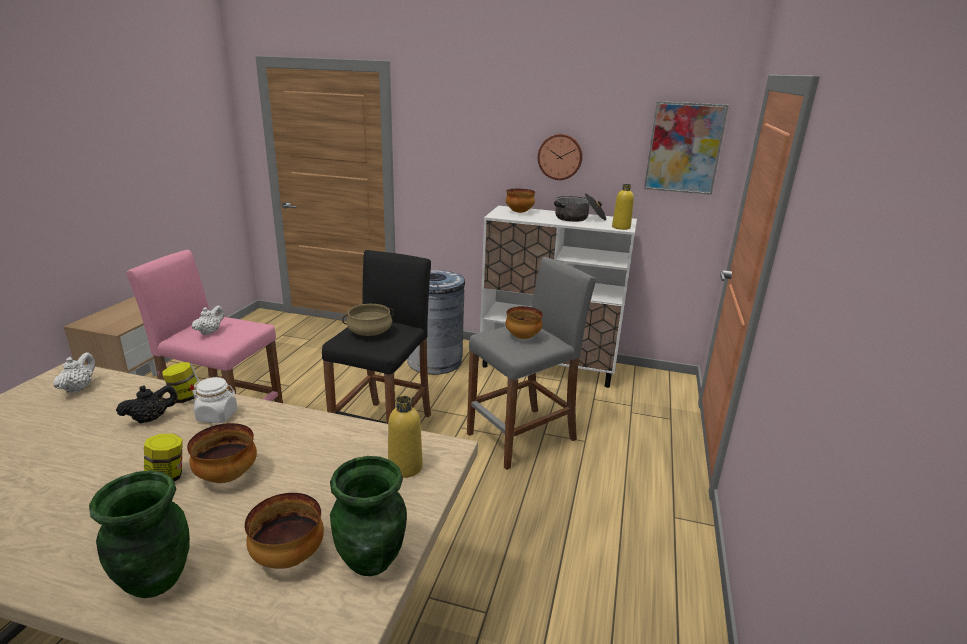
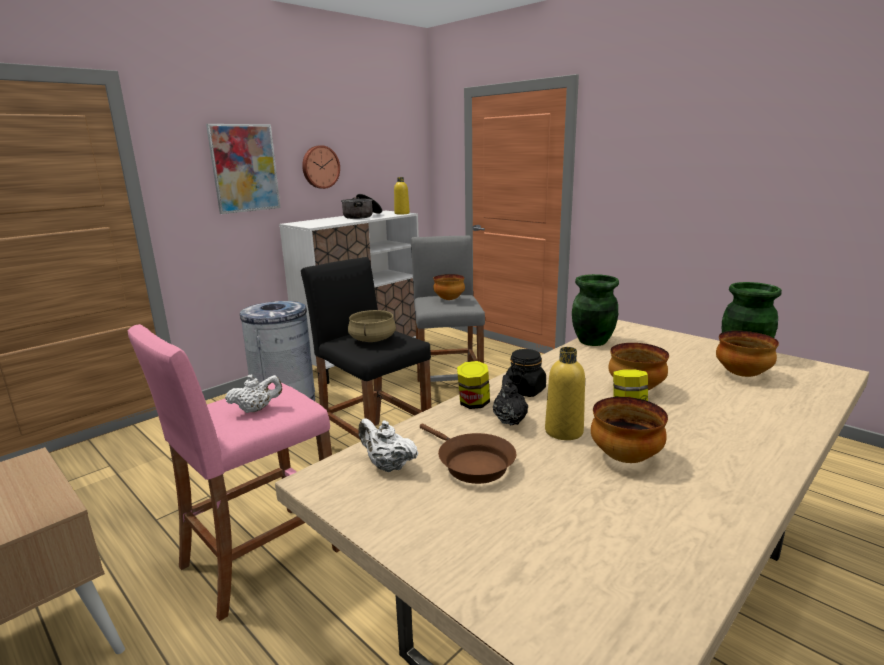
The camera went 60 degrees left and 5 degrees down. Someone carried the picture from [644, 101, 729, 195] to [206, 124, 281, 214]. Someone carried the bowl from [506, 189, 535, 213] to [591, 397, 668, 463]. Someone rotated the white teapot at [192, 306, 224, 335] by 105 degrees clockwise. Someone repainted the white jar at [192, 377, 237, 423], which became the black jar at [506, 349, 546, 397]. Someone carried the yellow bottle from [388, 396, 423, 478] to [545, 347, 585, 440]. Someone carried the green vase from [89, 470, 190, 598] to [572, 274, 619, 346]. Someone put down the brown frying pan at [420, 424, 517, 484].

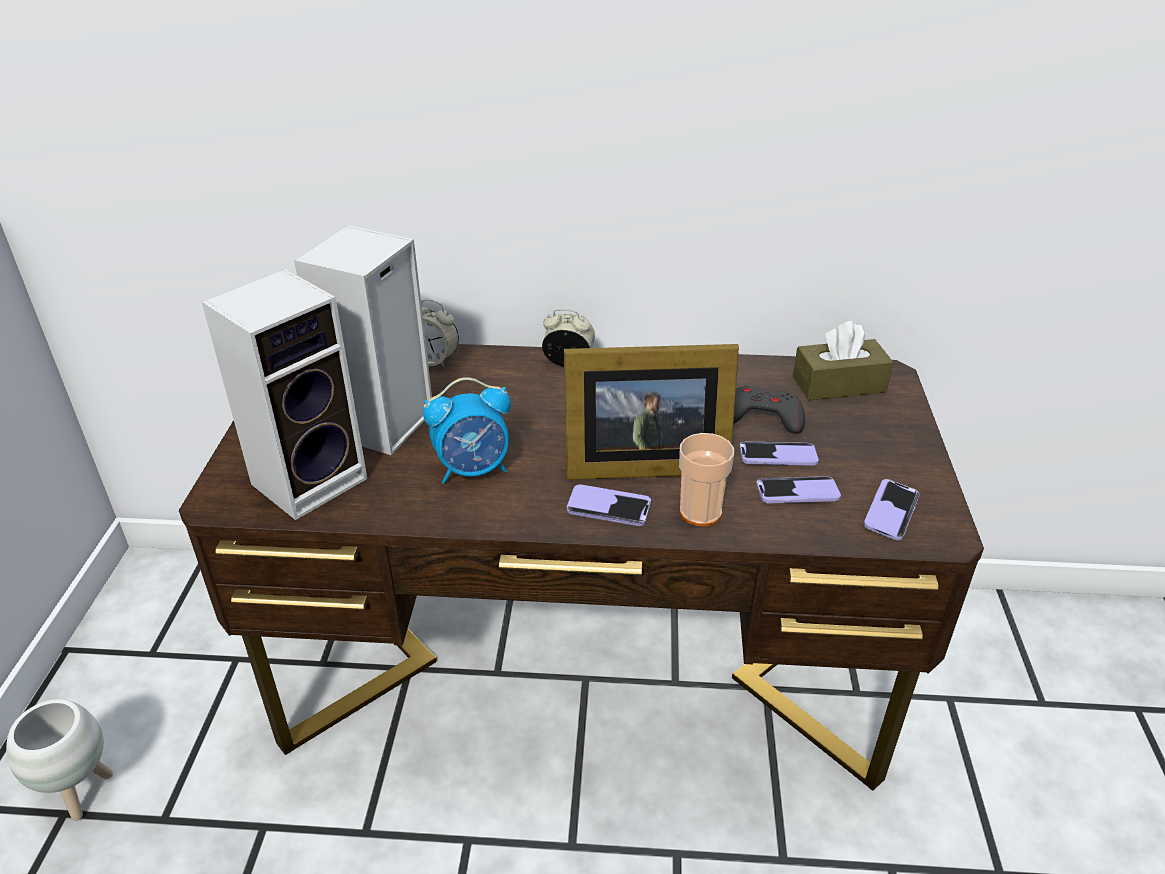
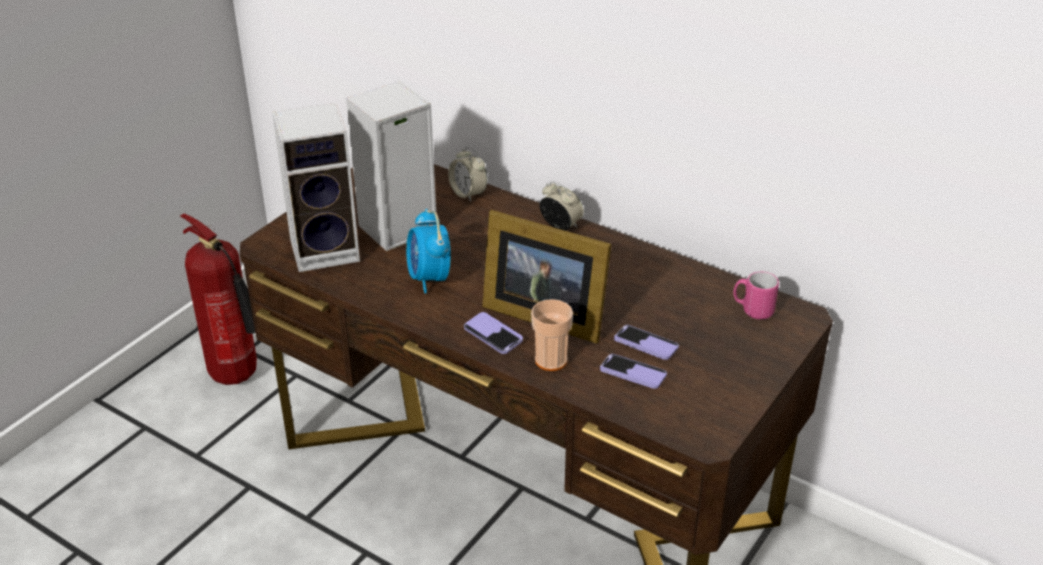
The camera went 30 degrees right and 0 degrees up. Someone swapped the brown tissue box at [793, 321, 894, 401] for the pink mug at [733, 271, 779, 319]. Someone rotated the alarm clock at [423, 377, 511, 484] by 60 degrees clockwise. Someone took away the grey game controller at [734, 385, 805, 434]. Someone took away the phone at [864, 479, 920, 540]. Someone took away the white planter at [6, 699, 113, 821]. Someone put down the fire extinguisher at [180, 214, 257, 385].

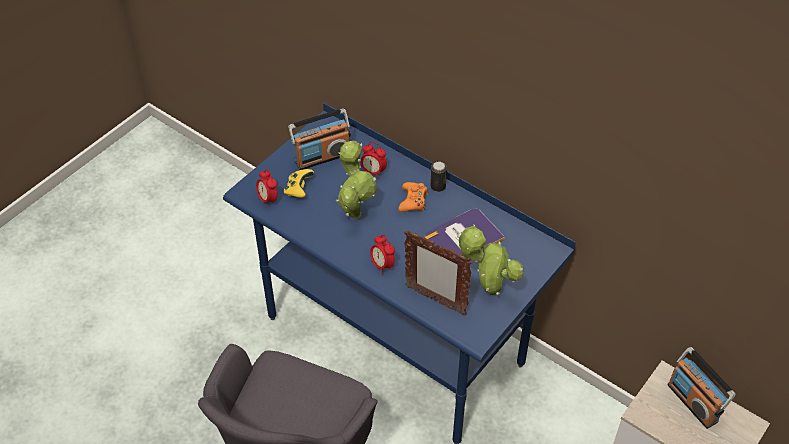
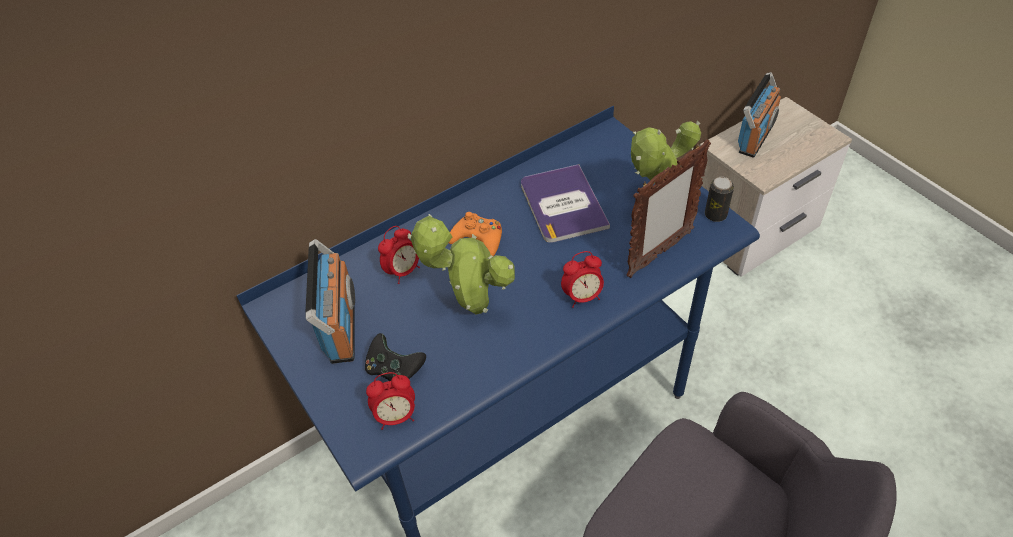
The camera went 70 degrees left and 0 degrees up. Someone carried the can from [430, 161, 447, 192] to [705, 177, 734, 222]. Someone repainted the yellow game controller at [284, 169, 314, 198], which became the black game controller at [365, 333, 426, 381]. Someone rotated the radio at [667, 347, 736, 429] by 45 degrees counterclockwise.

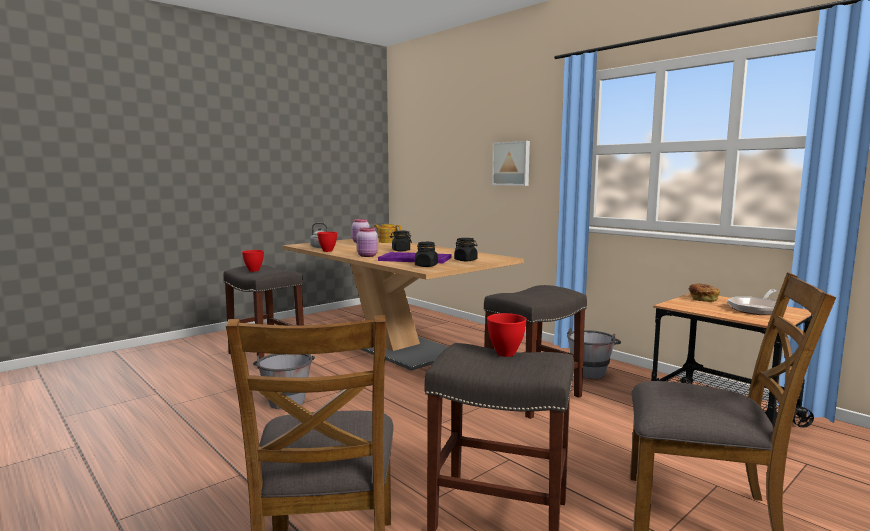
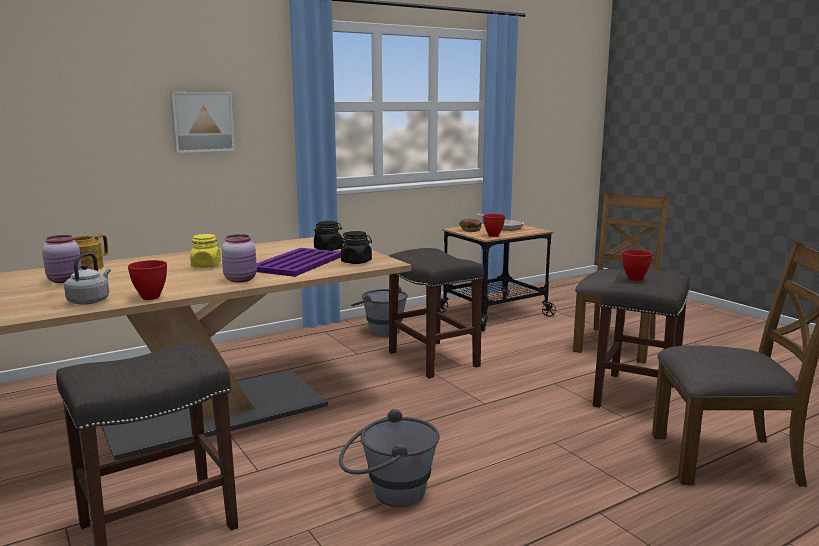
The camera went 80 degrees left and 5 degrees up. Someone repainted the black jar at [390, 231, 412, 251], which became the yellow jar at [190, 234, 221, 268]. Someone carried the red bowl from [242, 250, 264, 272] to [483, 214, 505, 237].

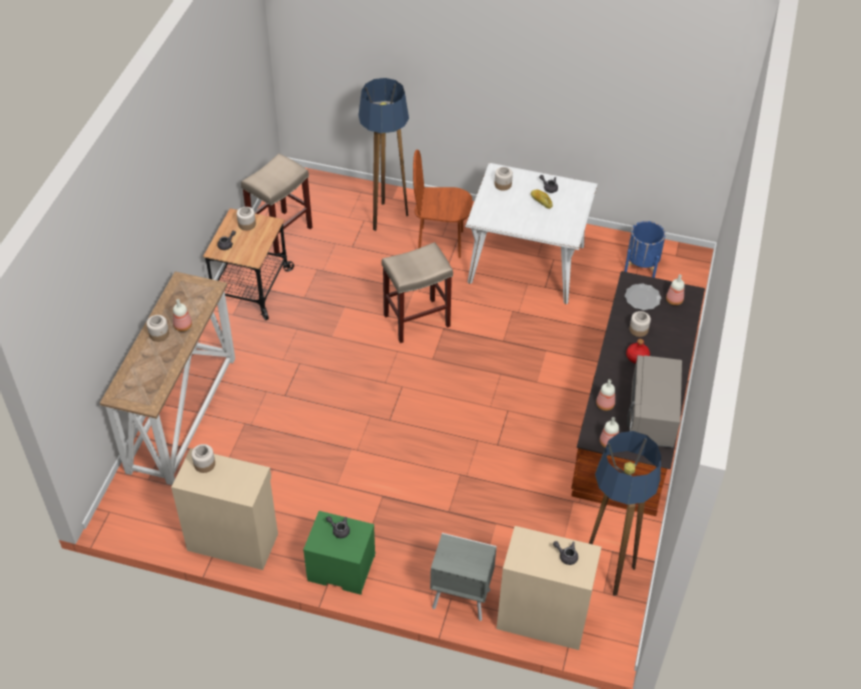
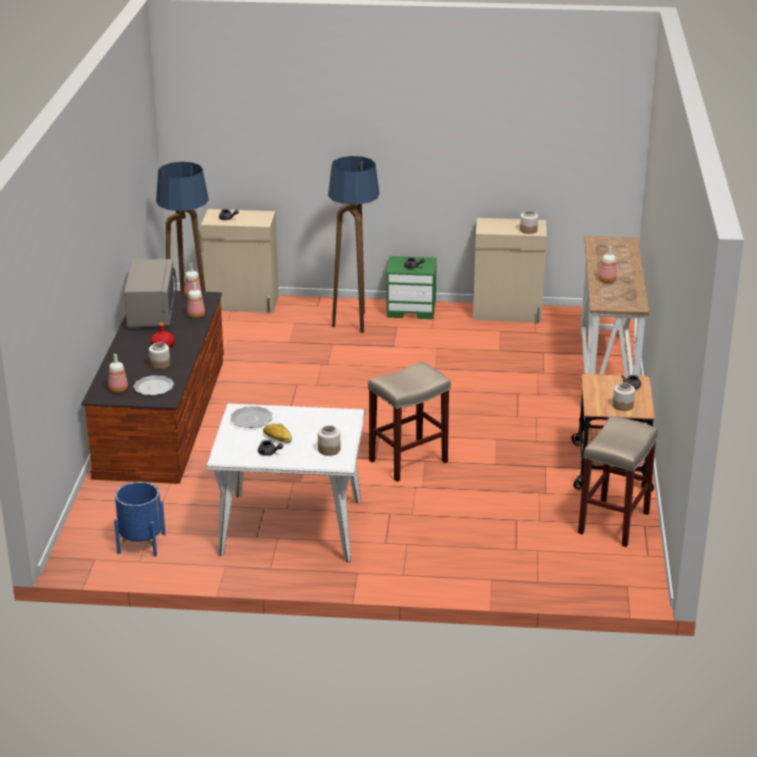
The camera went 170 degrees right and 20 degrees down. Someone carried the floor lamp from [358, 78, 409, 231] to [328, 156, 380, 333]. Someone took away the brown chair at [413, 150, 473, 258]. Someone took away the jar at [146, 315, 169, 342]. Someone took away the grey nightstand at [430, 533, 497, 621]. Someone put down the plate at [230, 406, 272, 428].

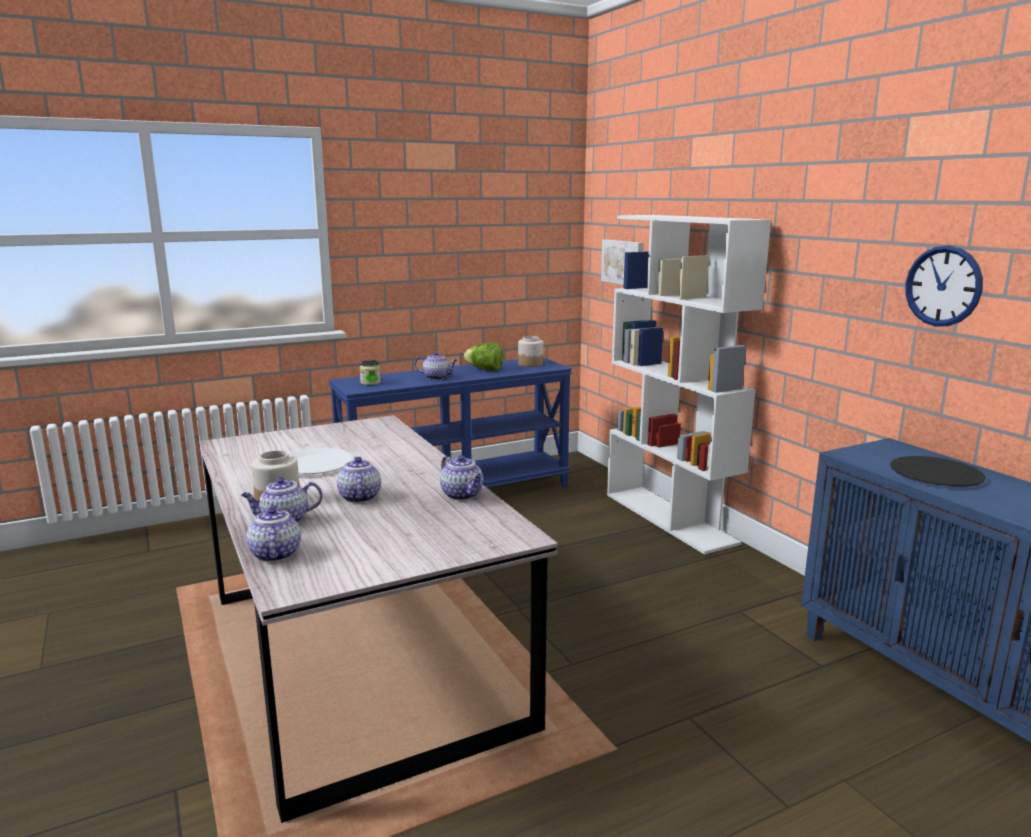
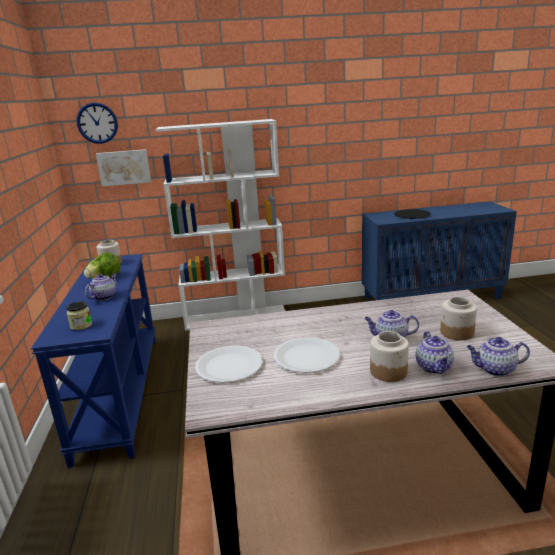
The camera went 70 degrees left and 5 degrees up. Someone carried the wall clock from [905, 245, 983, 326] to [76, 103, 118, 144]. Someone took away the teapot at [440, 455, 483, 500]. Someone put down the jar at [440, 297, 477, 340]. Someone put down the white plate at [195, 346, 263, 383].

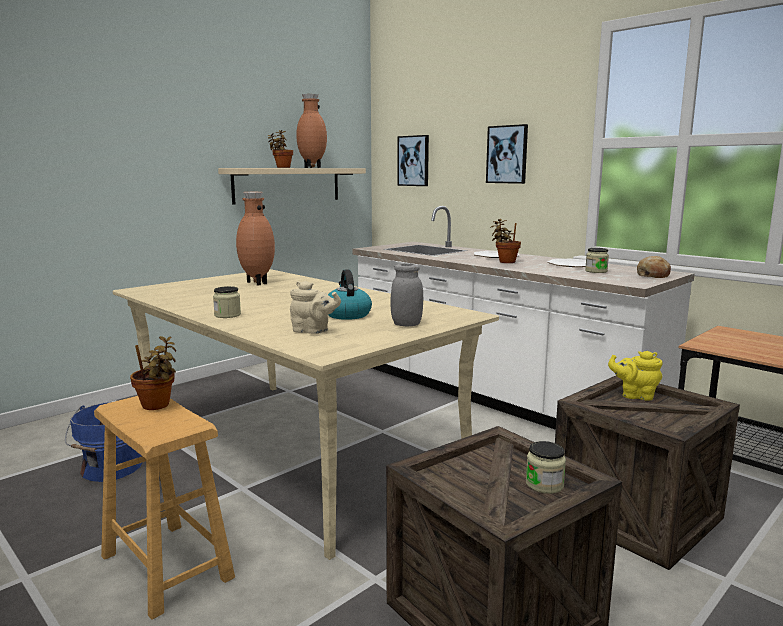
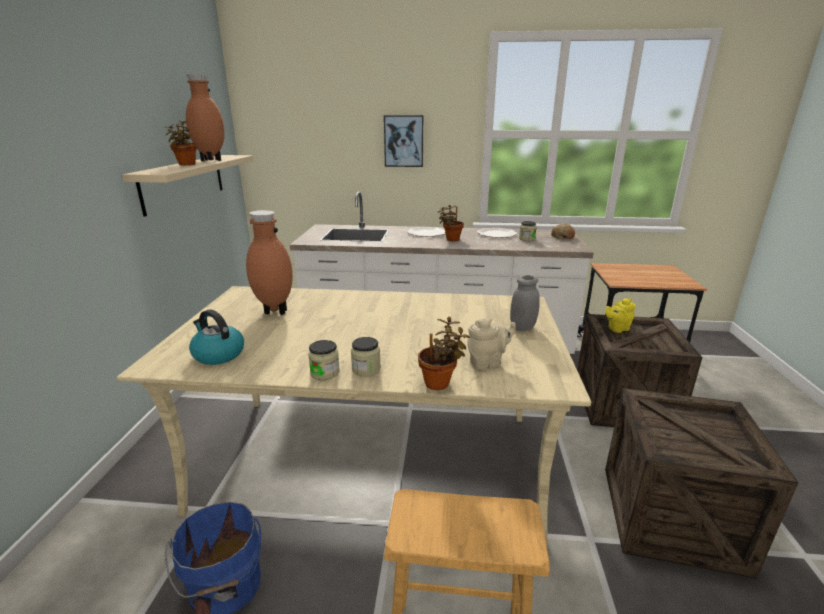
The camera went 40 degrees left and 10 degrees up. Someone took away the picture at [397, 135, 429, 186]. Someone carried the kettle from [328, 269, 372, 320] to [189, 309, 244, 365]. Someone carried the potted plant from [130, 336, 177, 410] to [418, 317, 470, 390]. Someone carried the jar from [526, 441, 566, 494] to [308, 340, 340, 380].

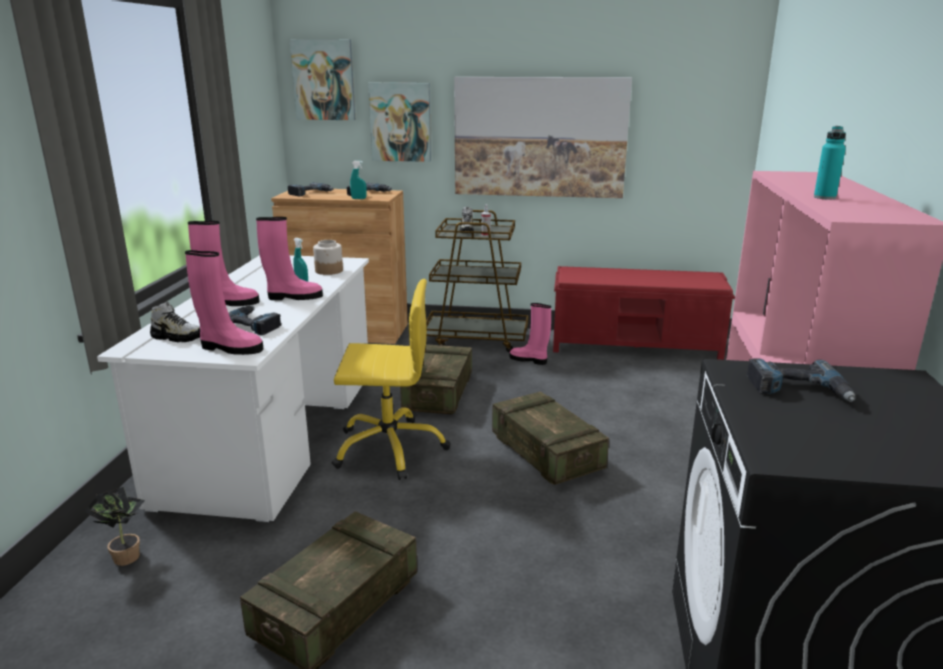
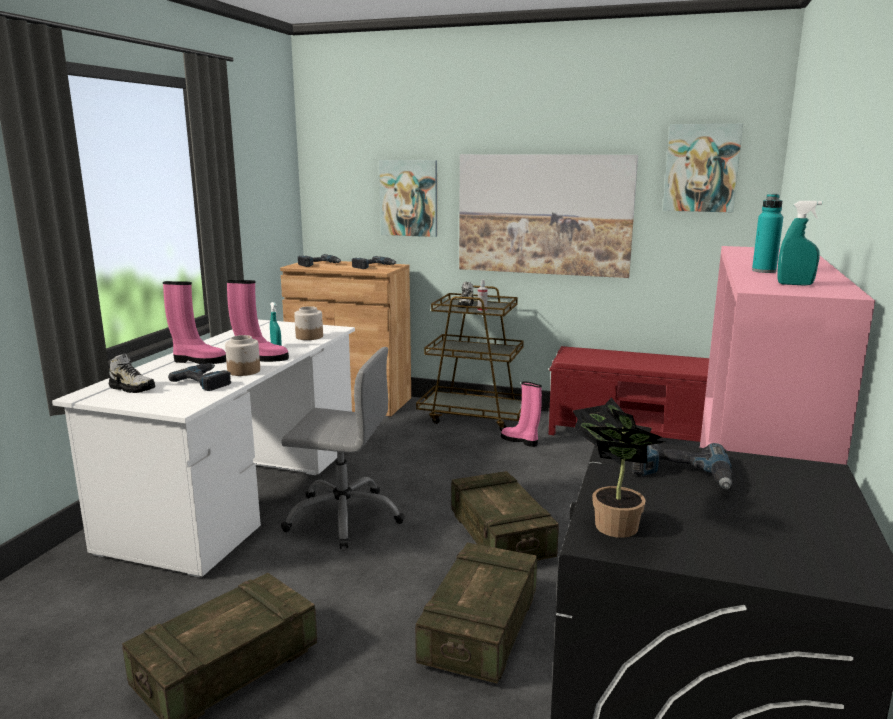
The camera went 10 degrees right and 5 degrees down. Someone carried the picture from [290, 39, 356, 120] to [663, 124, 743, 212]. Someone carried the turquoise spray bottle from [350, 161, 367, 199] to [778, 201, 822, 286]. Someone took away the pink boot at [185, 250, 263, 355]. Someone repainted the yellow office chair at [332, 279, 450, 480], which became the grey office chair at [281, 347, 405, 549]. Someone carried the crate from [400, 344, 472, 414] to [415, 542, 537, 684]. Someone carried the potted plant from [84, 487, 145, 566] to [573, 397, 665, 538]. Someone put down the jar at [225, 335, 260, 376].

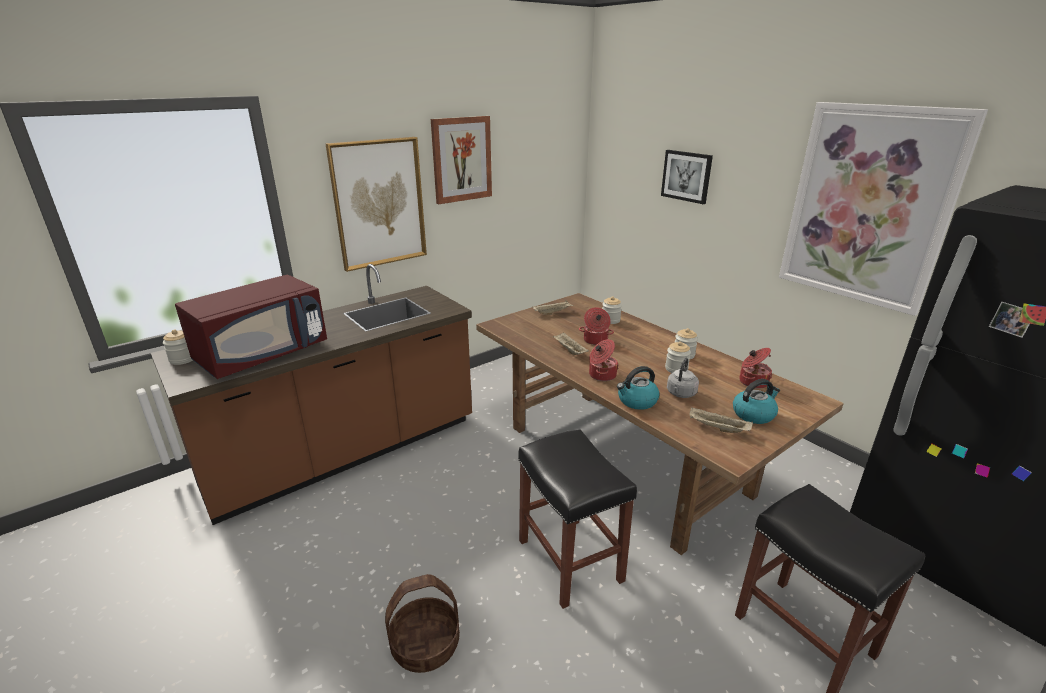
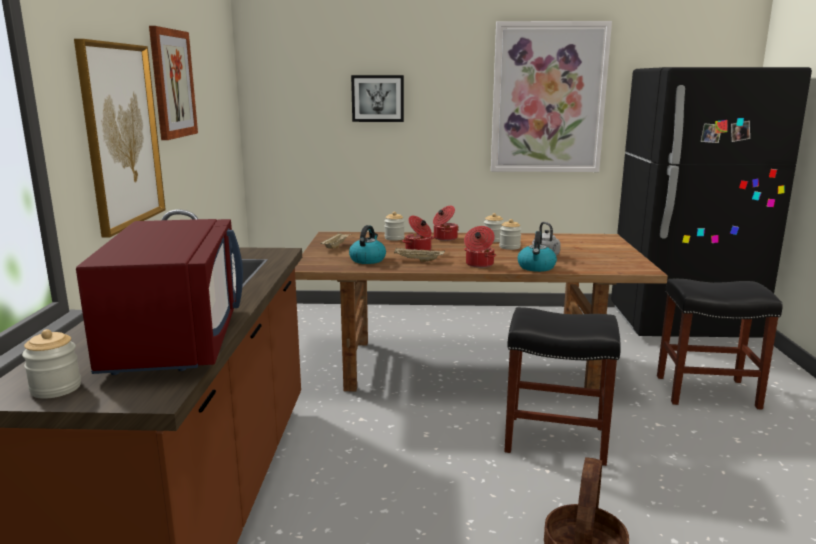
The camera went 50 degrees left and 10 degrees down. Someone carried the cooking pot from [739, 348, 772, 389] to [433, 206, 459, 241]. Someone carried the kettle from [733, 379, 780, 424] to [349, 225, 386, 264]. Someone took away the beige tray at [689, 407, 753, 433].

